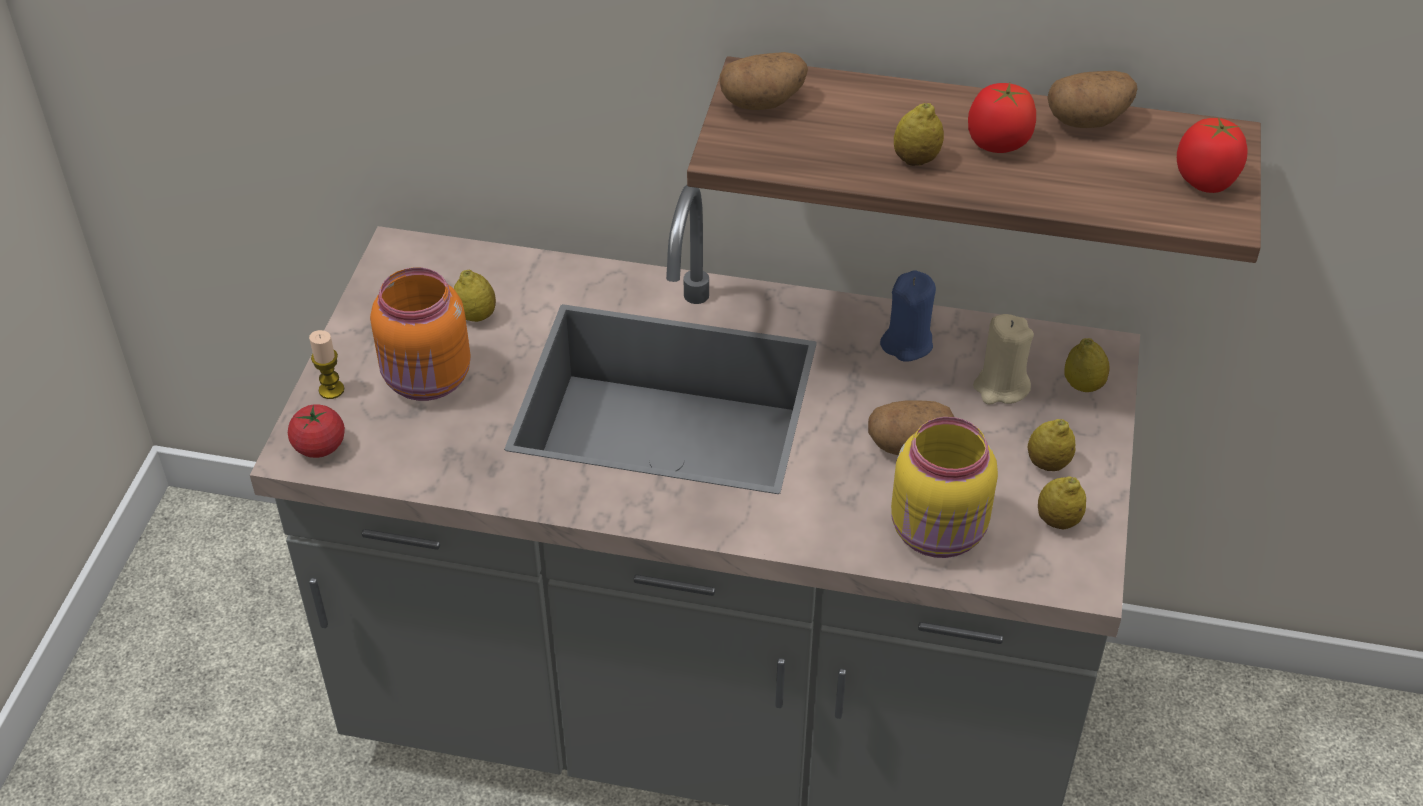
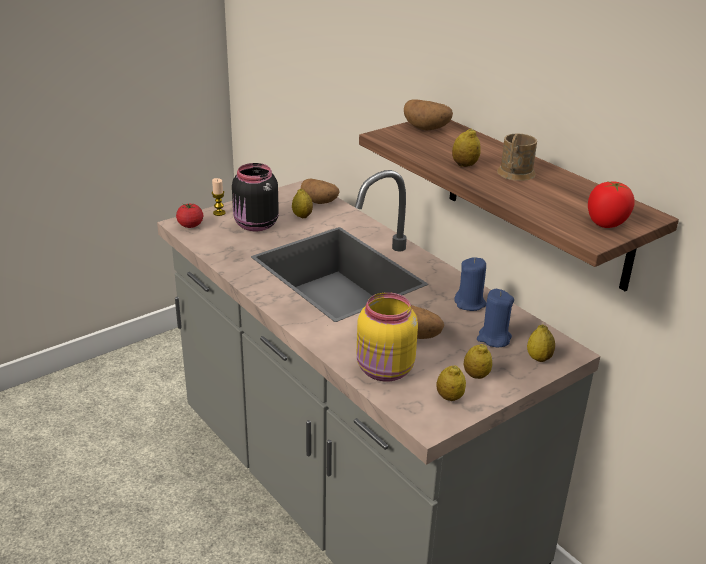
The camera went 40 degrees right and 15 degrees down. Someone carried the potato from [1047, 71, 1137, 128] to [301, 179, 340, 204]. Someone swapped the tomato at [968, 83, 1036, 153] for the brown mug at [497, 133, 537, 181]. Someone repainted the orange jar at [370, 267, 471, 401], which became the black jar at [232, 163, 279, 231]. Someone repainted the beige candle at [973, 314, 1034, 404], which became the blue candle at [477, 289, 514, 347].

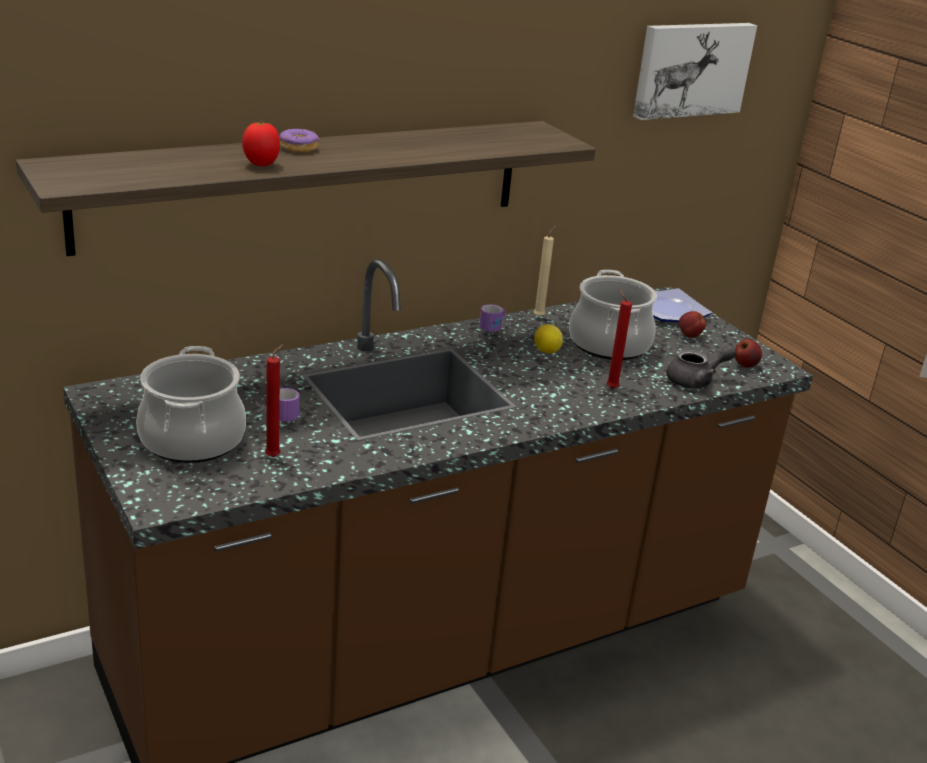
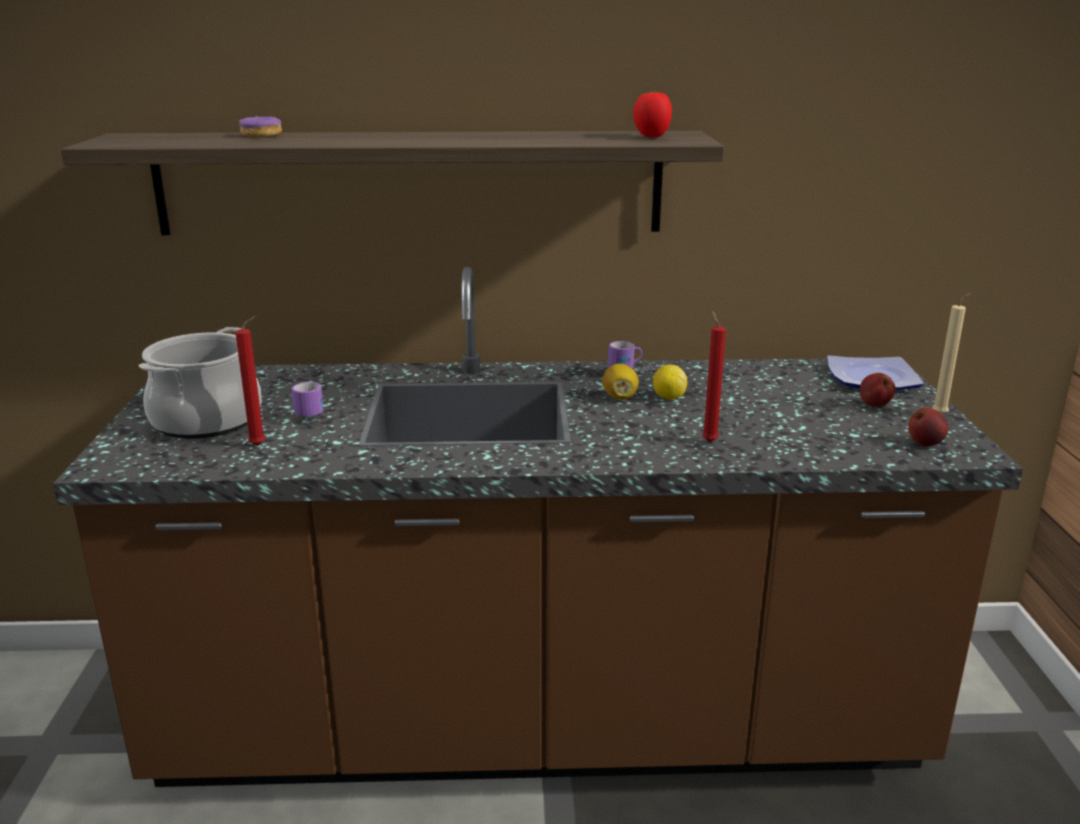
The camera went 30 degrees right and 5 degrees down. Someone took away the picture at [633, 23, 757, 120]. Someone carried the tomato from [242, 122, 280, 166] to [633, 90, 672, 137]. Someone carried the donut from [279, 129, 319, 152] to [239, 116, 282, 137]. Someone carried the beige candle from [534, 226, 556, 317] to [932, 292, 971, 414]. Someone took away the cooking pot at [569, 270, 657, 360]. Someone took away the grey teapot at [666, 345, 736, 389]. Someone put down the lemon at [602, 364, 639, 400].

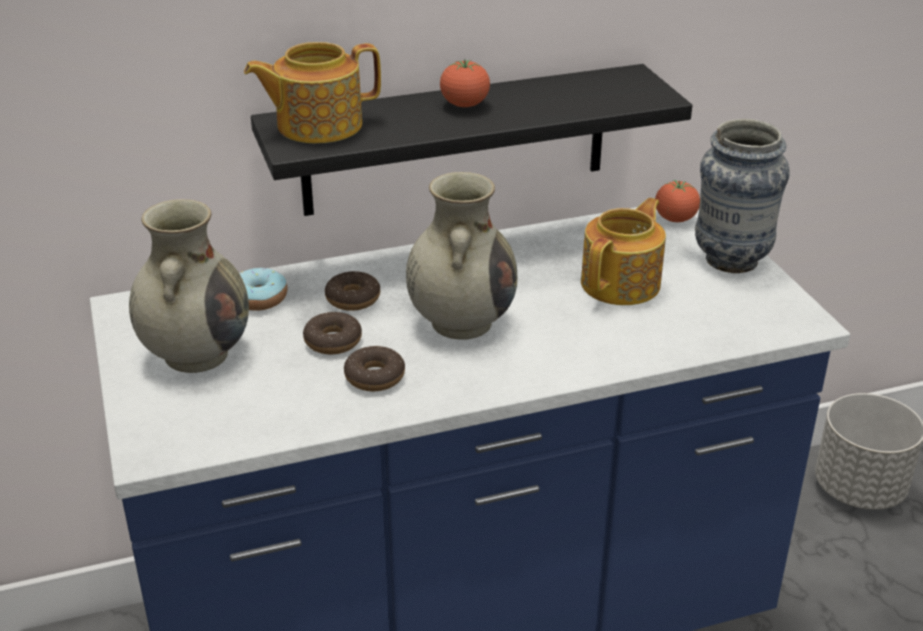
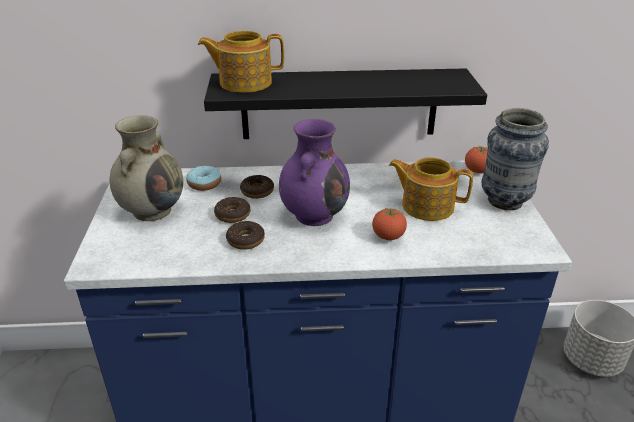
The camera went 15 degrees right and 0 degrees up. Someone carried the tomato from [440, 59, 490, 107] to [372, 208, 407, 240]. Someone repainted the beige vase at [406, 172, 517, 340], which became the purple vase at [279, 119, 350, 226]. Someone rotated the teapot at [581, 198, 666, 305] by 120 degrees counterclockwise.

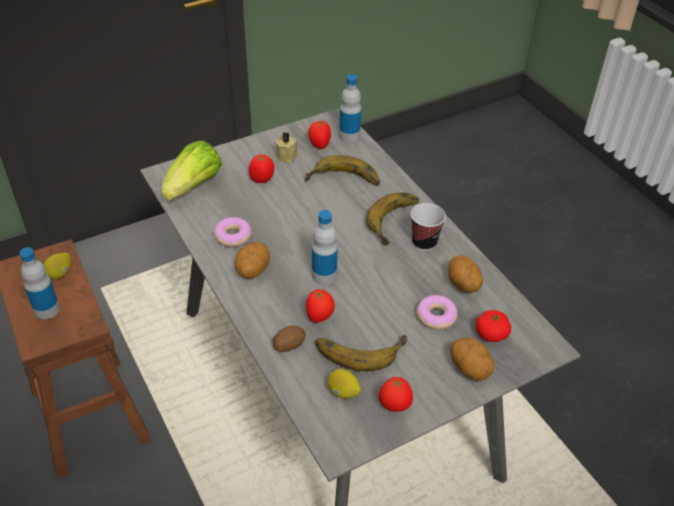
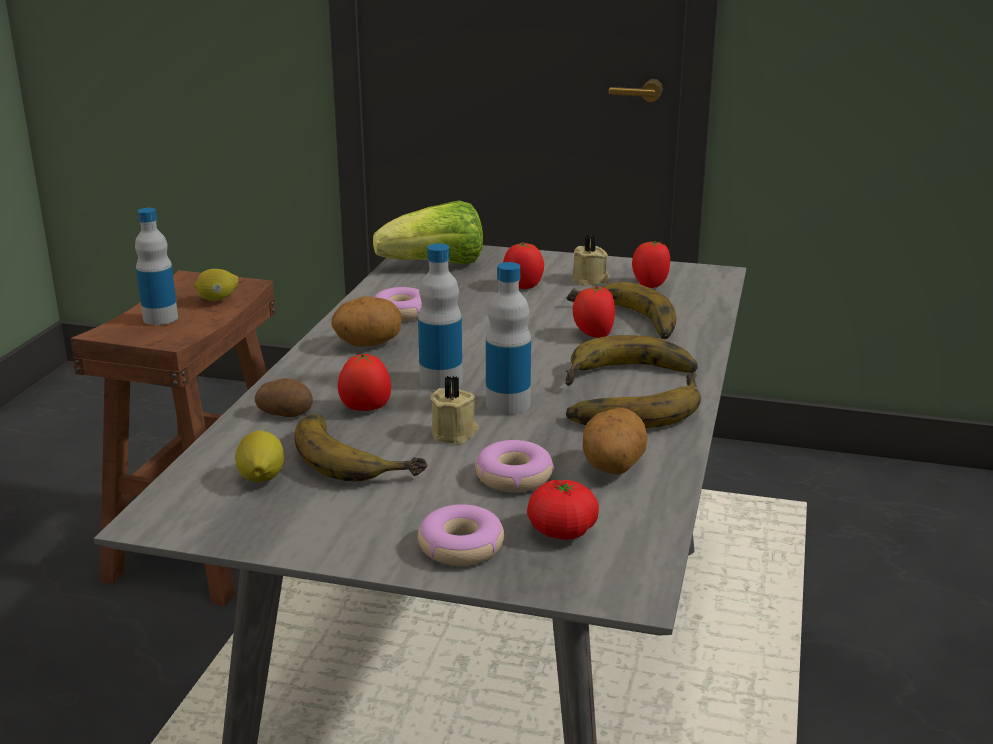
The camera went 45 degrees right and 20 degrees down. Someone carried the bottle from [339, 74, 361, 143] to [486, 262, 531, 415]. Someone swapped the cup at [411, 203, 446, 251] for the banana at [566, 373, 701, 428]. Someone swapped the potato at [450, 338, 495, 381] for the donut at [418, 504, 504, 566]. Someone carried the tomato from [379, 377, 413, 412] to [573, 286, 615, 338]. Someone put down the beige candle at [430, 376, 479, 444].

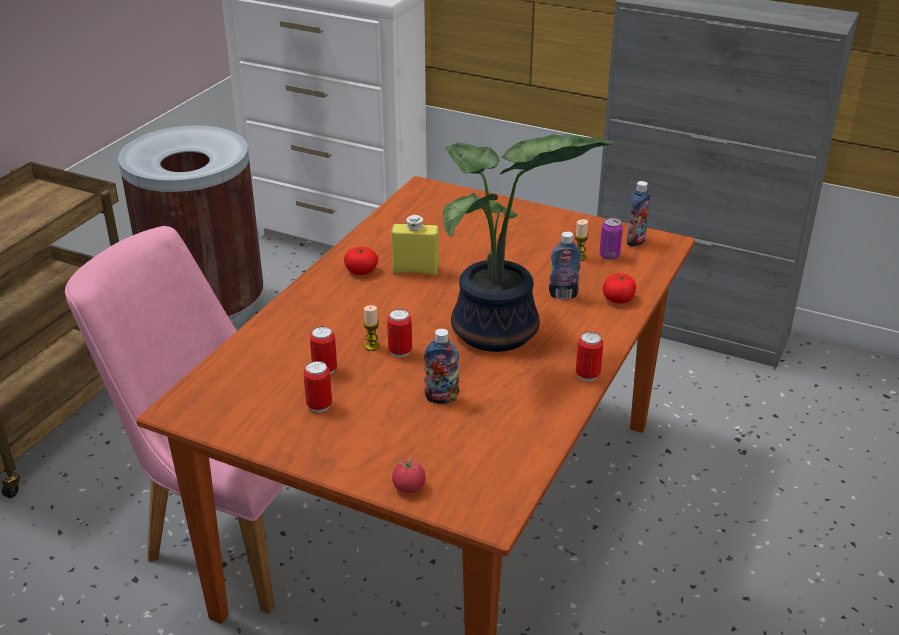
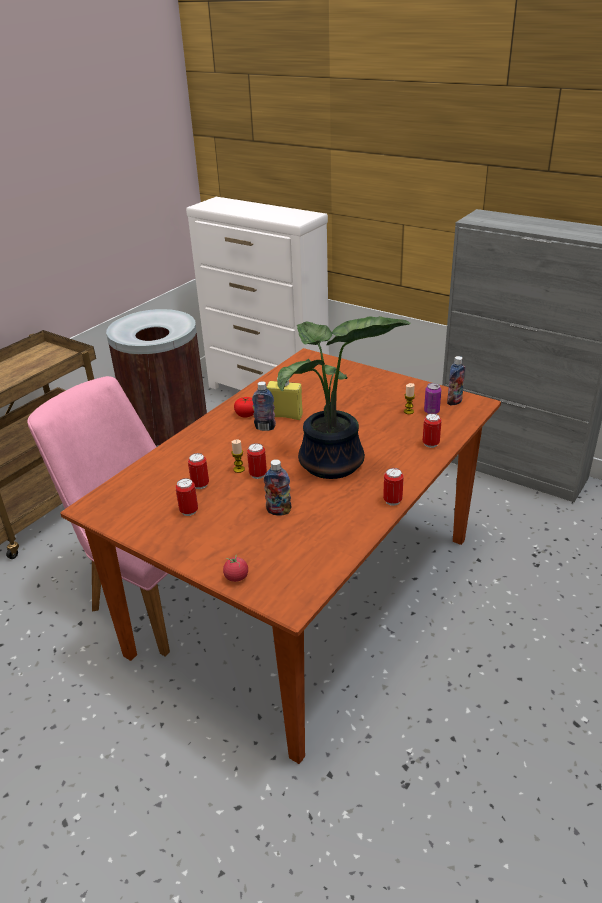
The camera went 10 degrees right and 0 degrees up. Someone carried the bottle from [549, 232, 582, 299] to [252, 381, 276, 431]. Someone swapped the tomato at [603, 273, 636, 304] for the can at [423, 413, 441, 448].

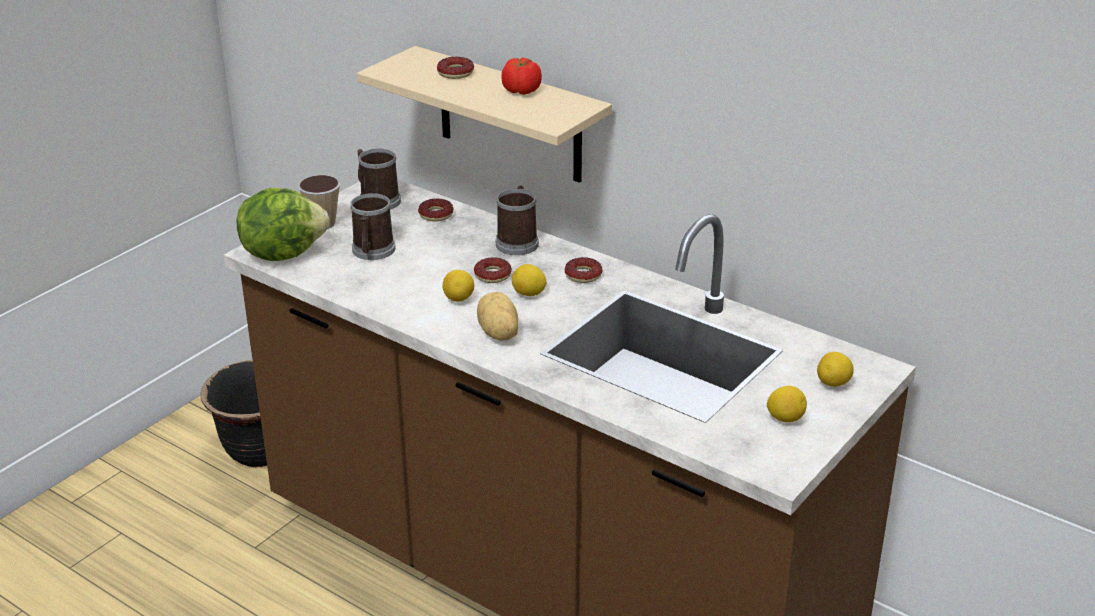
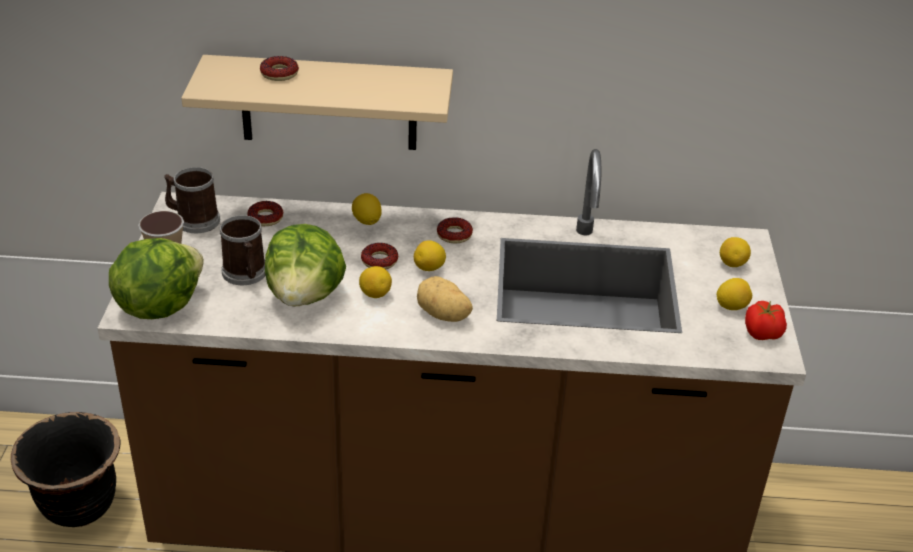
The camera went 35 degrees left and 5 degrees up. Someone carried the tomato from [501, 57, 542, 95] to [745, 301, 787, 340]. Someone swapped the mug at [496, 186, 539, 255] for the lemon at [352, 193, 382, 225]. Someone put down the lettuce at [265, 224, 346, 307].

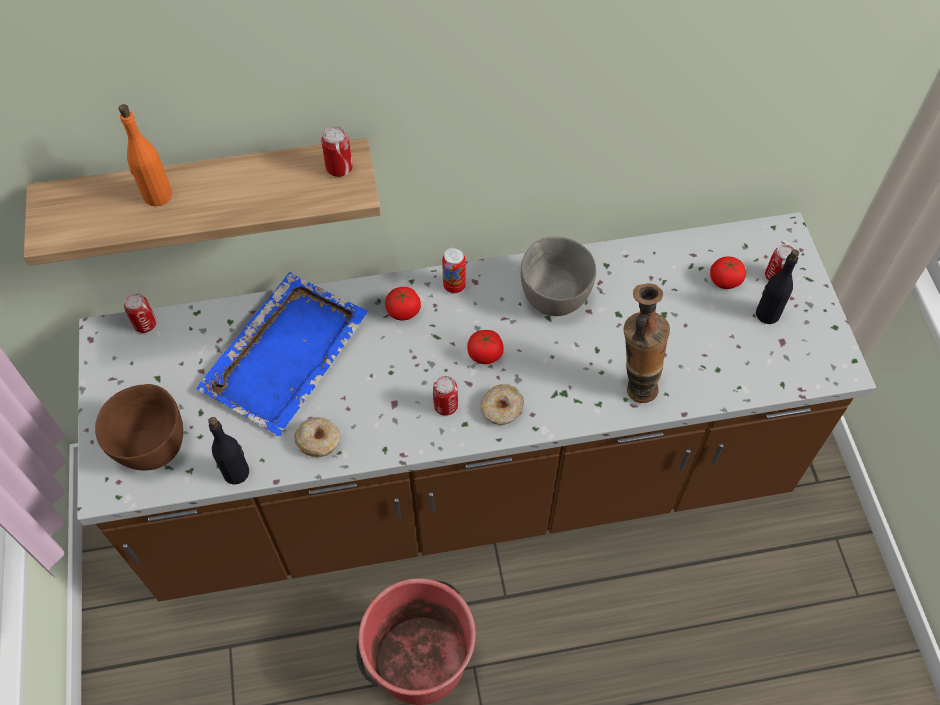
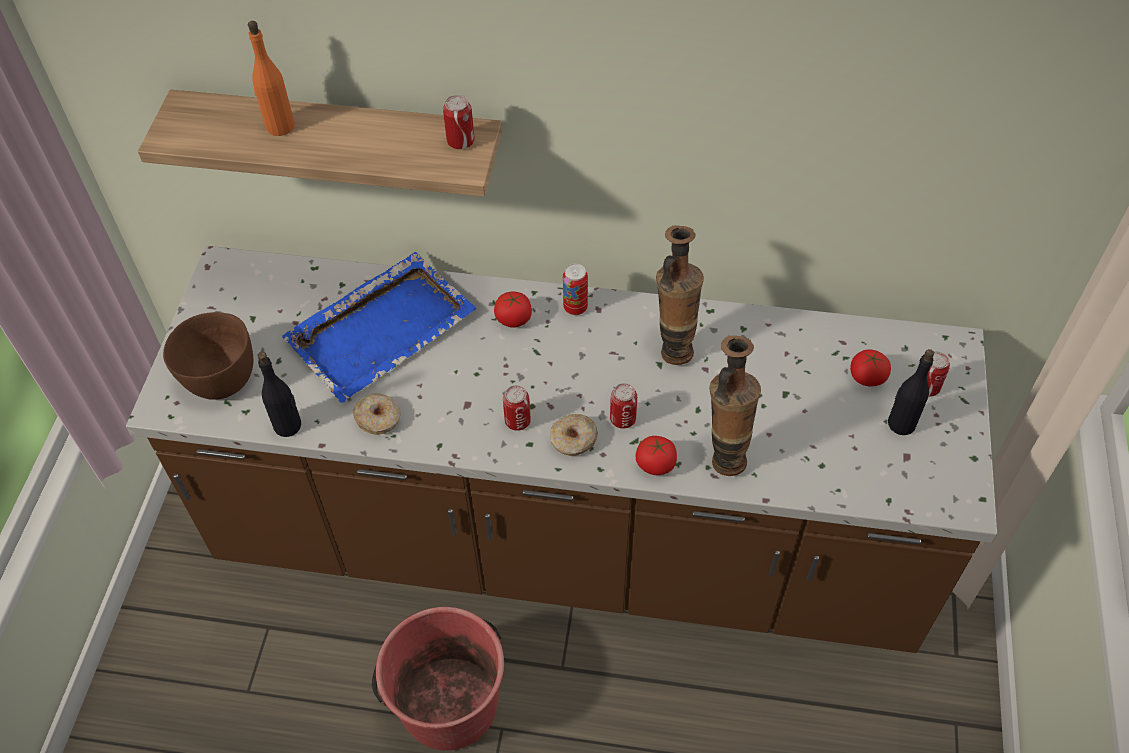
The camera went 20 degrees right and 5 degrees down. Someone swapped the grey bowl at [521, 237, 596, 316] for the vase at [656, 225, 704, 365]. Someone carried the can from [124, 293, 157, 333] to [610, 383, 637, 429]. Someone carried the tomato from [467, 330, 504, 364] to [635, 436, 677, 475].

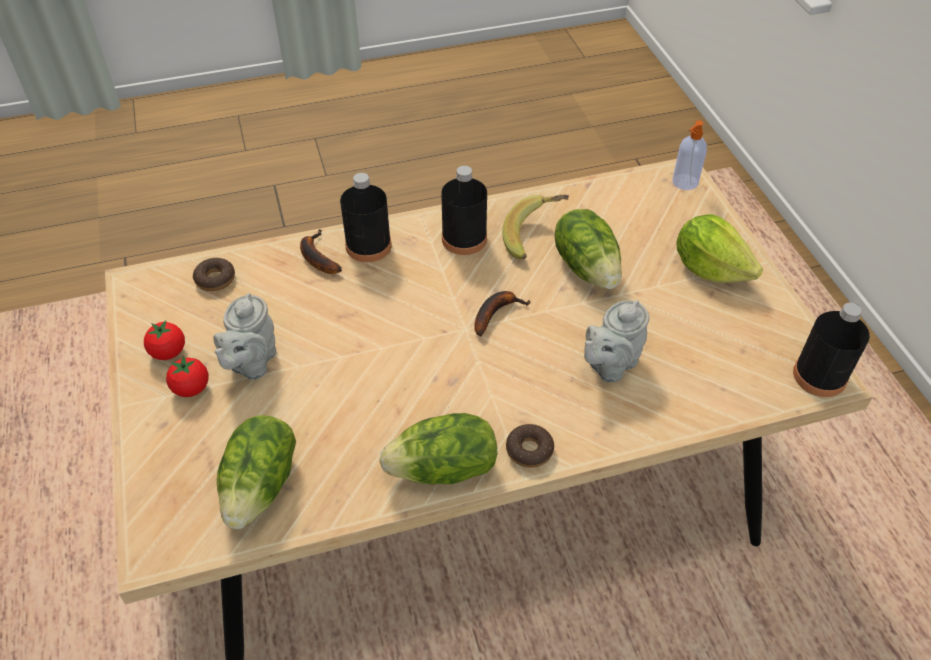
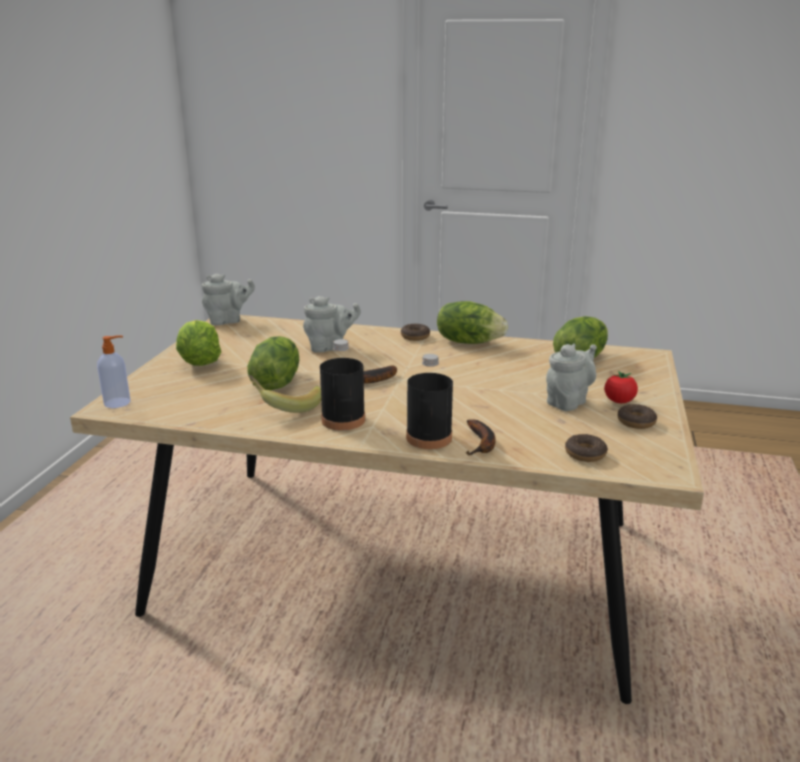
The camera went 150 degrees left and 25 degrees down. Someone swapped the black bottle at [793, 303, 870, 397] for the grey teapot at [202, 273, 255, 325]. Someone swapped the tomato at [144, 321, 185, 360] for the donut at [618, 404, 657, 429].

